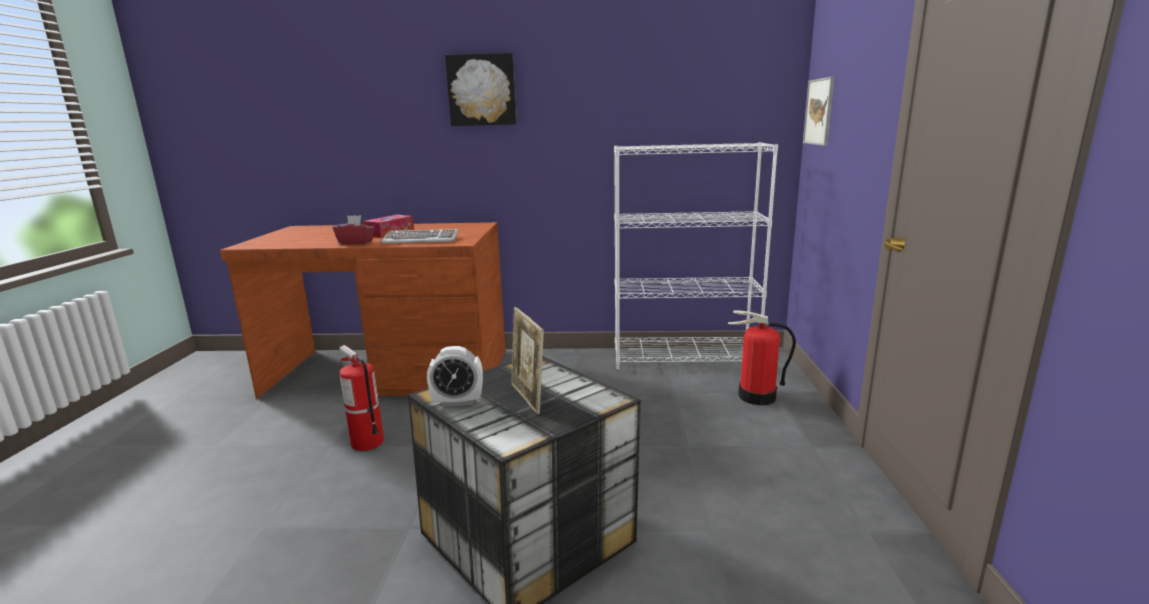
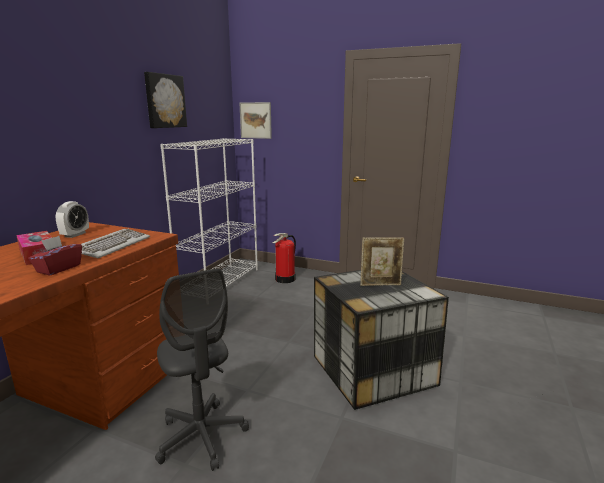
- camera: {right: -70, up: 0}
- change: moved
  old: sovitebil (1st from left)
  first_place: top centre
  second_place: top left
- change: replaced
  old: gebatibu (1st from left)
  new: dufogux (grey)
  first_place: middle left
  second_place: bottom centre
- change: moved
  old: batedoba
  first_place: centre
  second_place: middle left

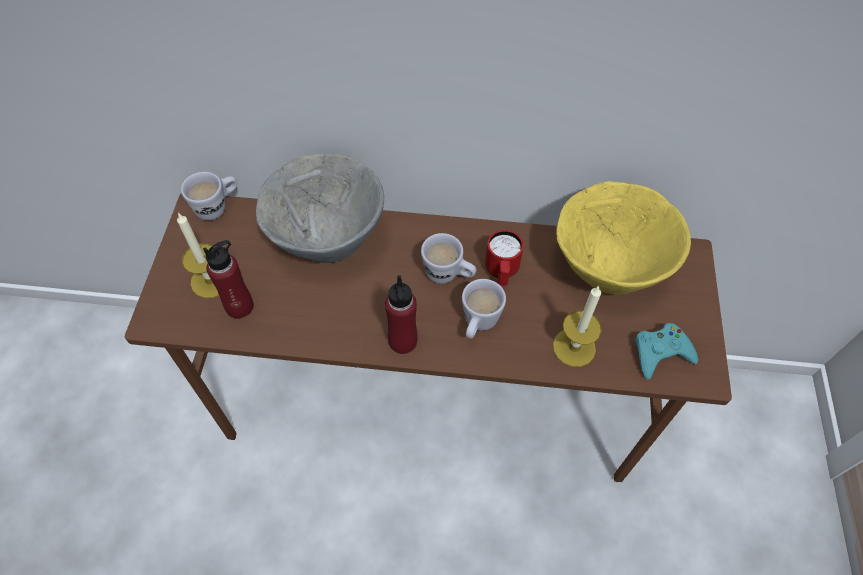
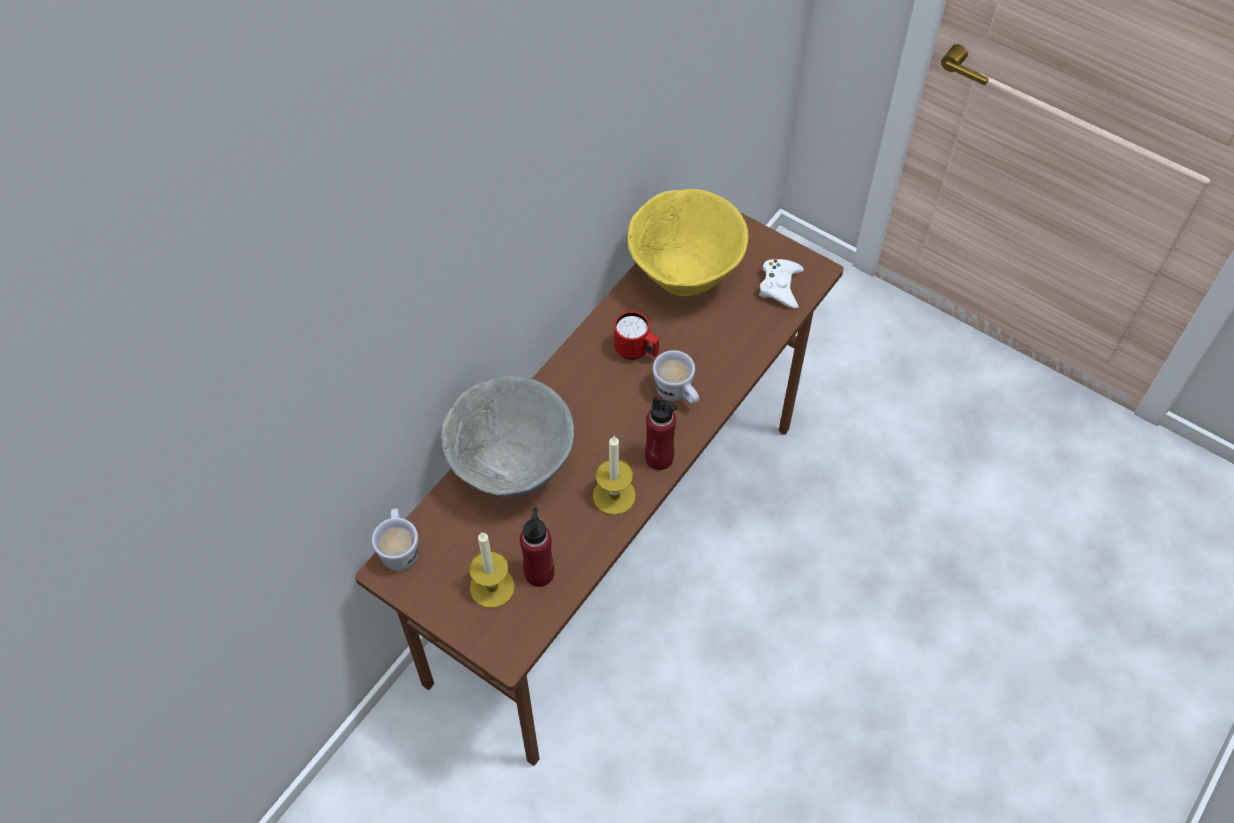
- camera: {right: -60, up: 0}
- change: removed
  old: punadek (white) (2nd from left)
  first_place: centre
- change: moved
  old: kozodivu (2nd from left)
  first_place: middle right
  second_place: centre
- change: recoloured
  old: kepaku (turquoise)
  new: kepaku (white)
  first_place: middle right
  second_place: centre

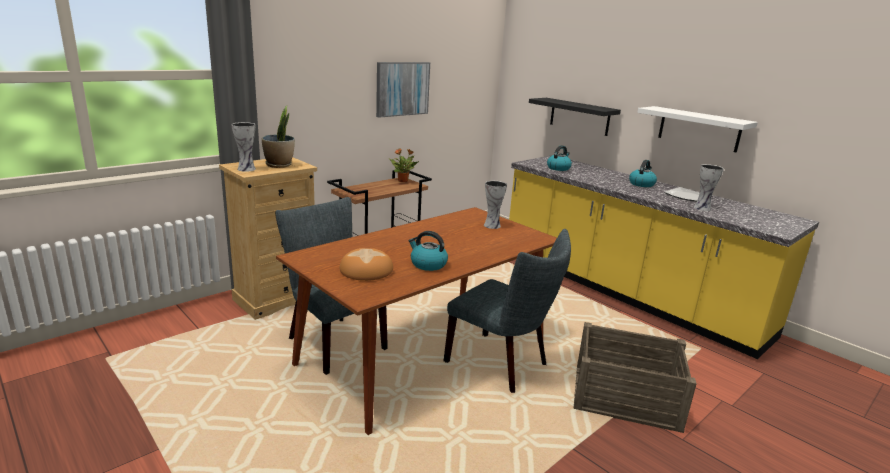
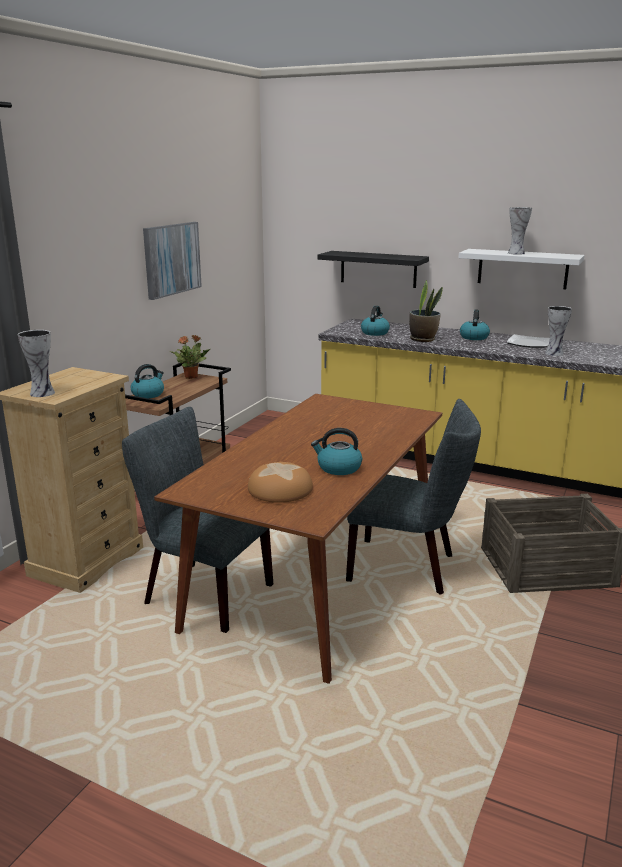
- camera: {right: -20, up: 0}
- change: moved
  old: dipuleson (1st from left in the first image)
  new: dipuleson (2nd from left)
  first_place: top left
  second_place: middle right
- change: moved
  old: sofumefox (2nd from left)
  first_place: centre
  second_place: top right
- change: added
  new: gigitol (1st from left)
  second_place: middle left

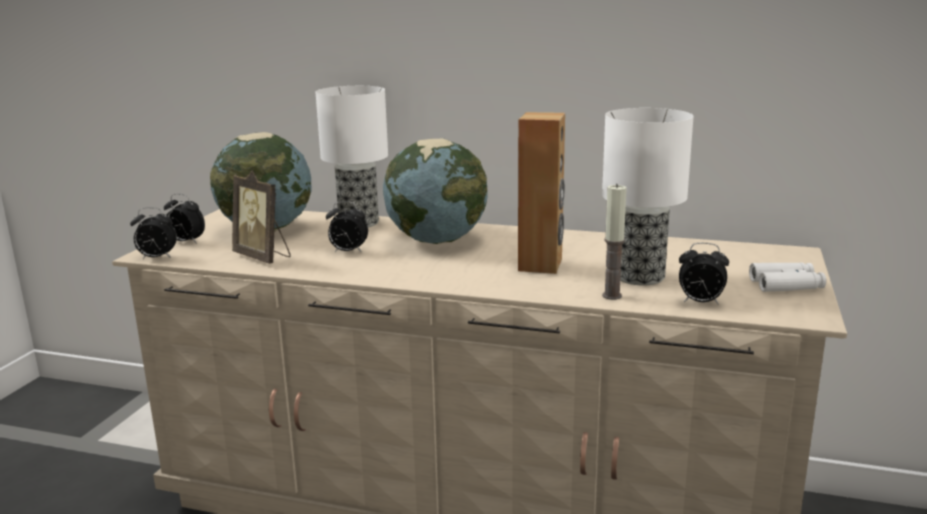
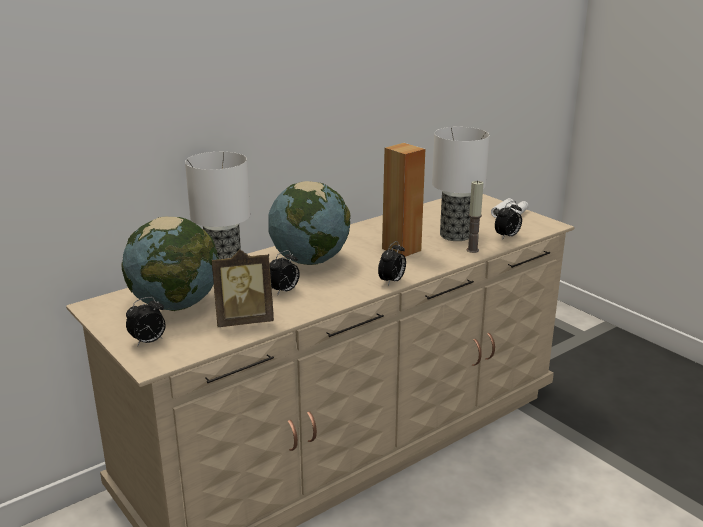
- camera: {right: -55, up: 5}
- change: moved
  old: batedoba (1st from left in the first image)
  new: batedoba (3rd from left)
  first_place: middle left
  second_place: centre

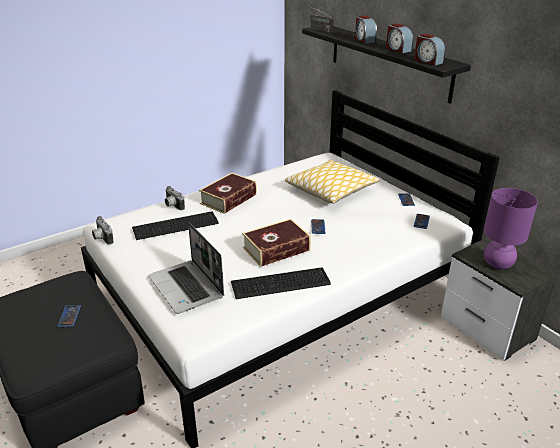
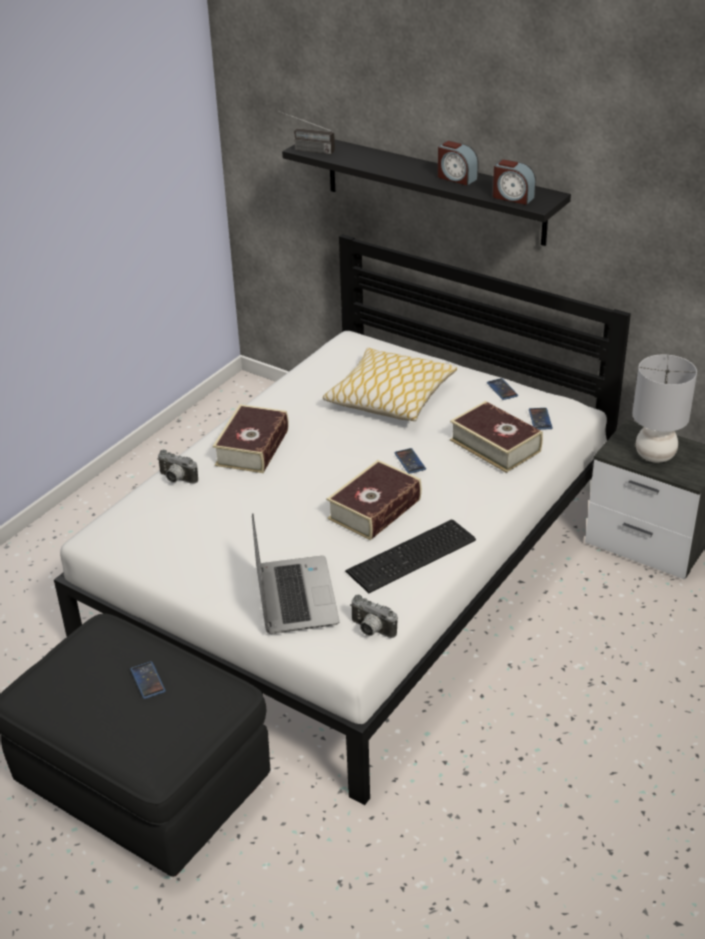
- camera: {right: -20, up: 5}
- change: removed
  old: batedoba (1st from left)
  first_place: top centre
- change: recoloured
  old: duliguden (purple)
  new: duliguden (grey)
  first_place: middle right
  second_place: middle right
- change: removed
  old: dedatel (1st from left)
  first_place: middle left
- change: moved
  old: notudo (1st from left in the first image)
  new: notudo (2nd from left)
  first_place: middle left
  second_place: centre
- change: turned
  old: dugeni
  first_place: middle left
  second_place: centre
  degrees: -135
- change: added
  new: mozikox (3rd from left)
  second_place: middle right

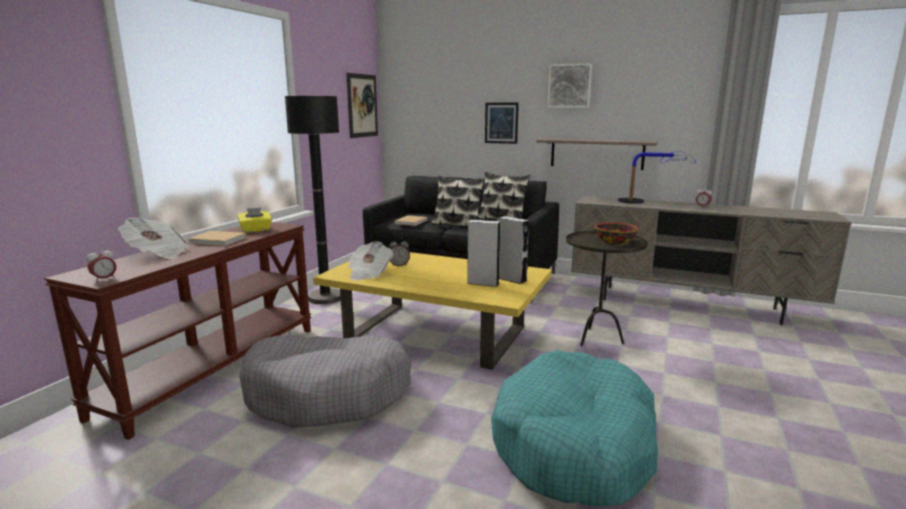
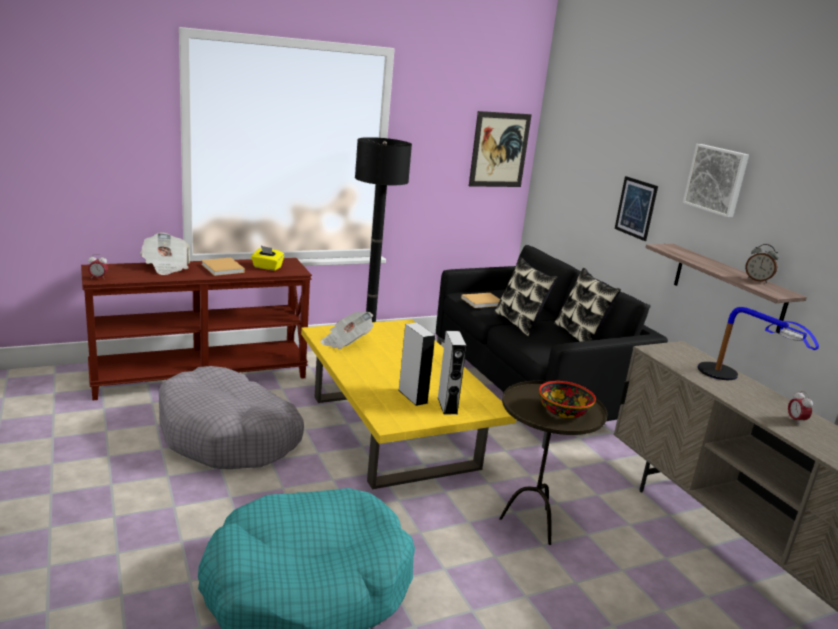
- camera: {right: 40, up: 5}
- change: moved
  old: batedoba (2nd from left)
  first_place: centre
  second_place: middle right

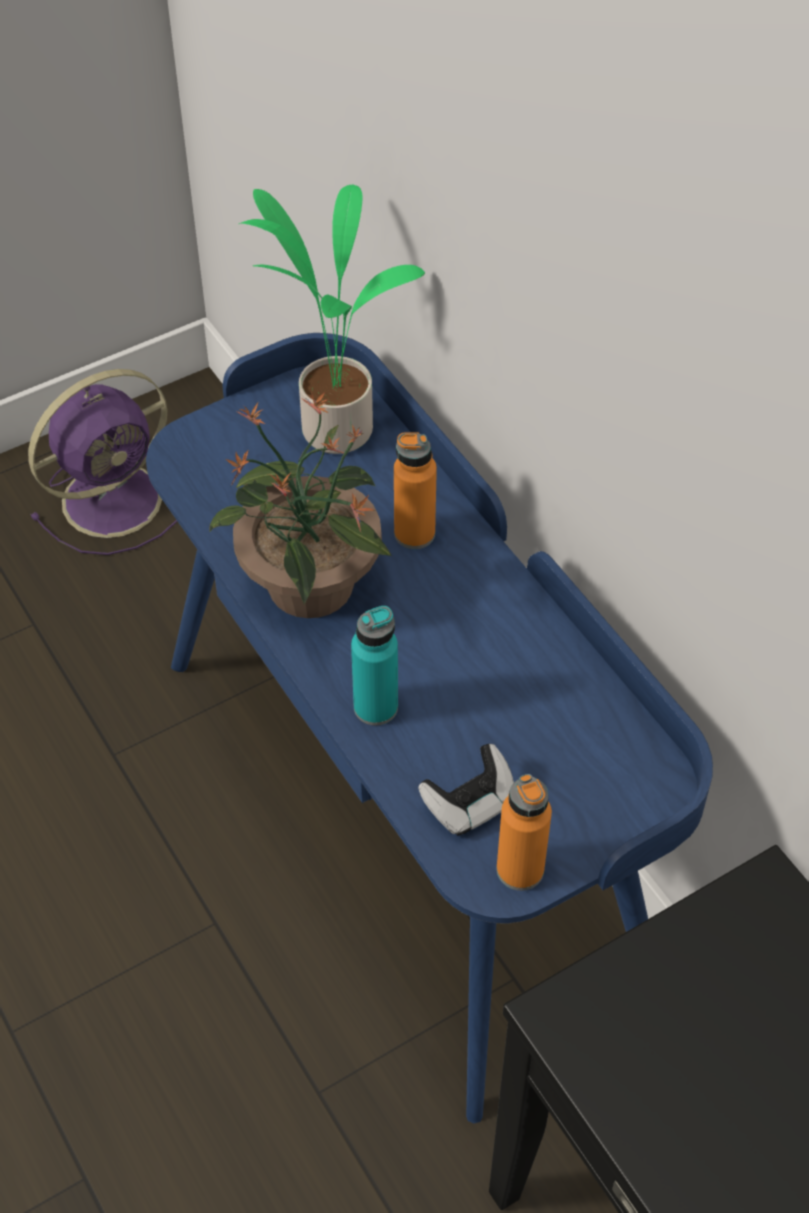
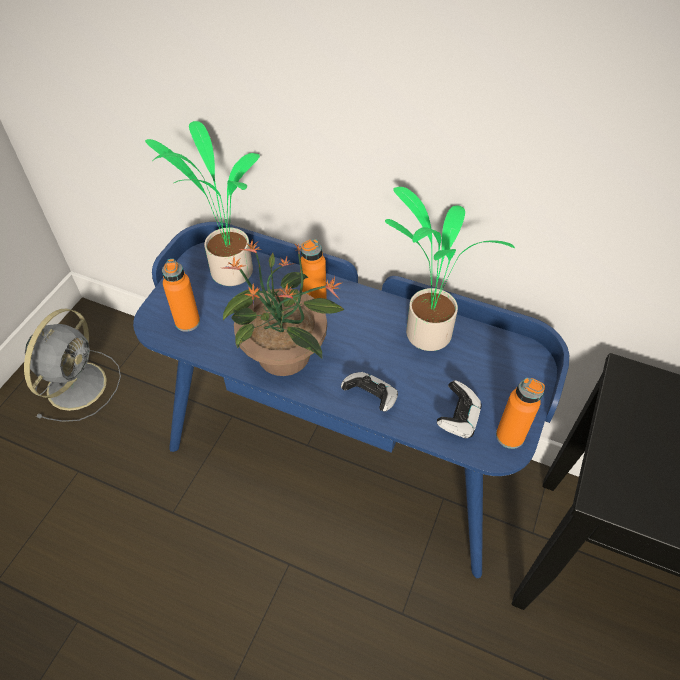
- camera: {right: -35, up: 0}
- change: recoloured
  old: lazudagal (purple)
  new: lazudagal (grey)
  first_place: middle left
  second_place: middle left
- change: replaced
  old: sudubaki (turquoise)
  new: kepaku (1st from left)
  first_place: centre
  second_place: centre
- change: added
  new: dipuleson (3rd from left)
  second_place: centre
- change: added
  new: sudubaki (orange) (1st from left)
  second_place: middle left

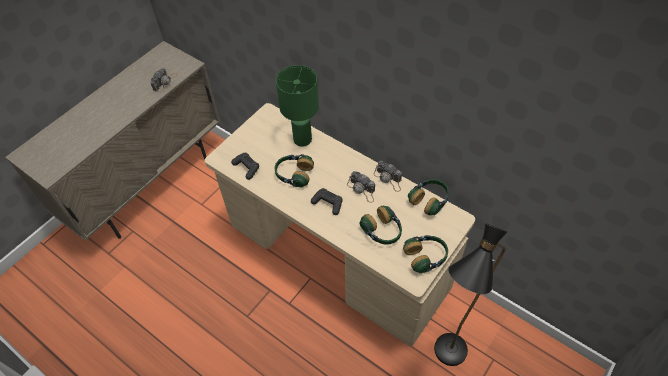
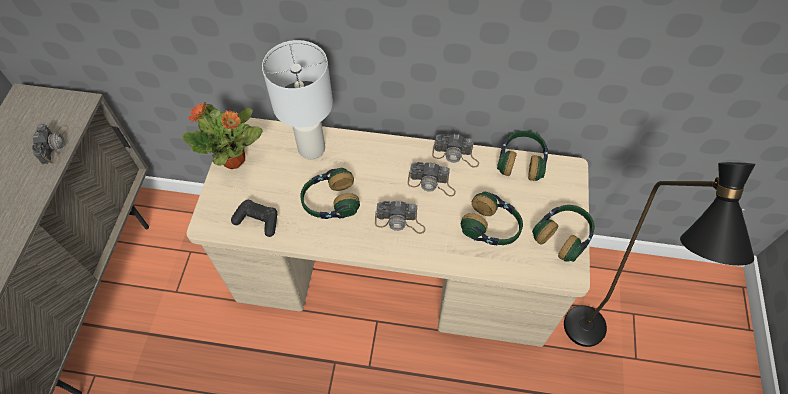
- camera: {right: -30, up: 5}
- change: recoloured
  old: duliguden (green)
  new: duliguden (white)
  first_place: top centre
  second_place: top centre
- change: replaced
  old: kepaku (black) (2nd from left)
  new: notudo (2nd from left)
  first_place: centre
  second_place: centre
- change: added
  new: dipuleson
  second_place: middle left

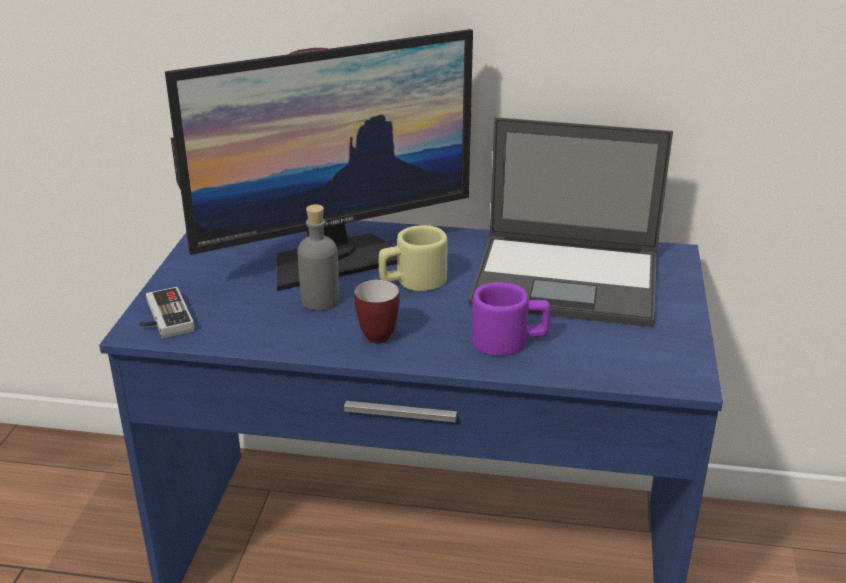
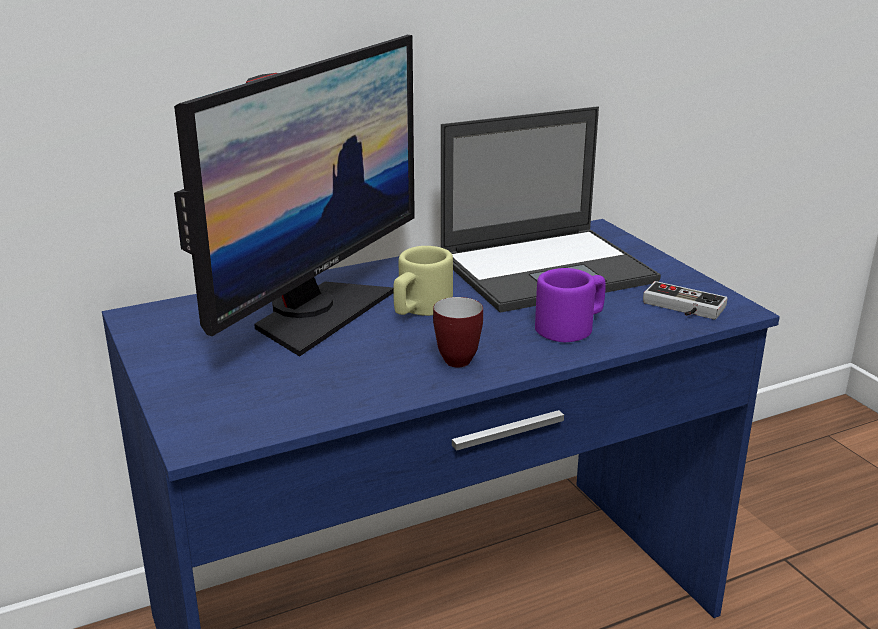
- camera: {right: -35, up: -5}
- change: removed
  old: sudubaki (grey)
  first_place: centre
- change: moved
  old: kepaku
  first_place: middle left
  second_place: middle right

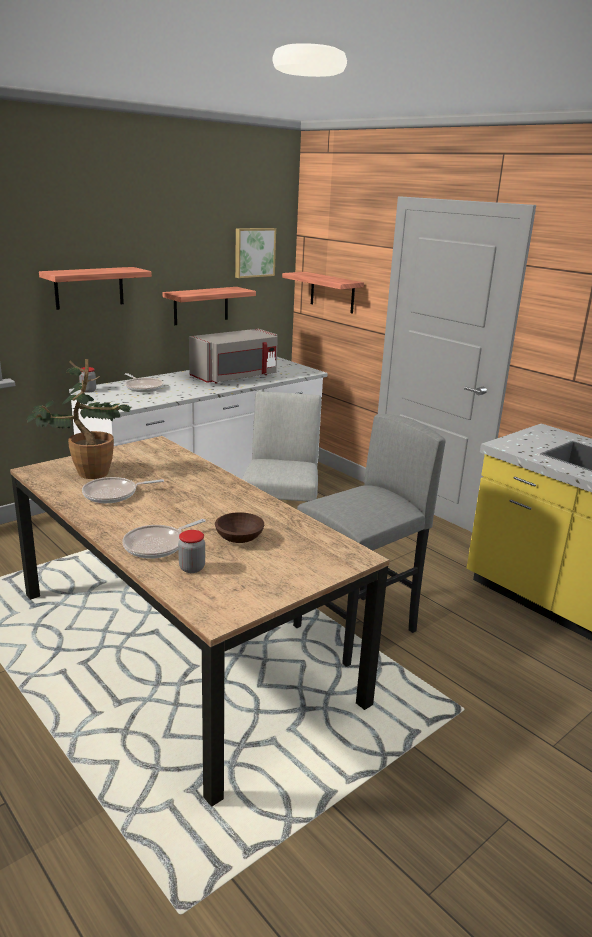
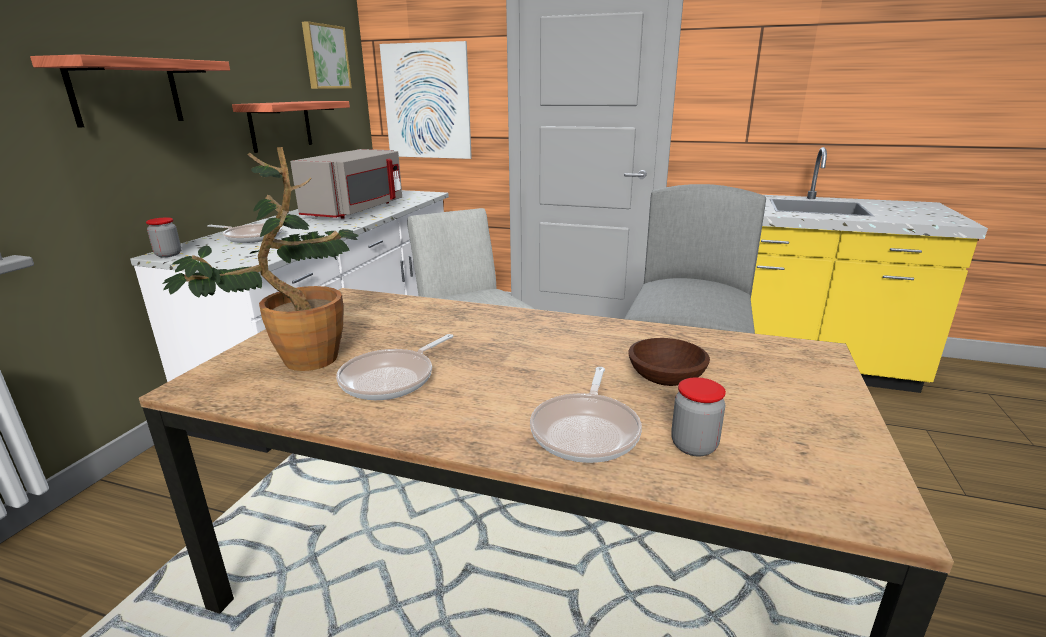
- camera: {right: -30, up: 0}
- change: replaced
  old: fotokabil (3rd from left)
  new: sovitebil (2nd from left)
  first_place: top centre
  second_place: top centre

